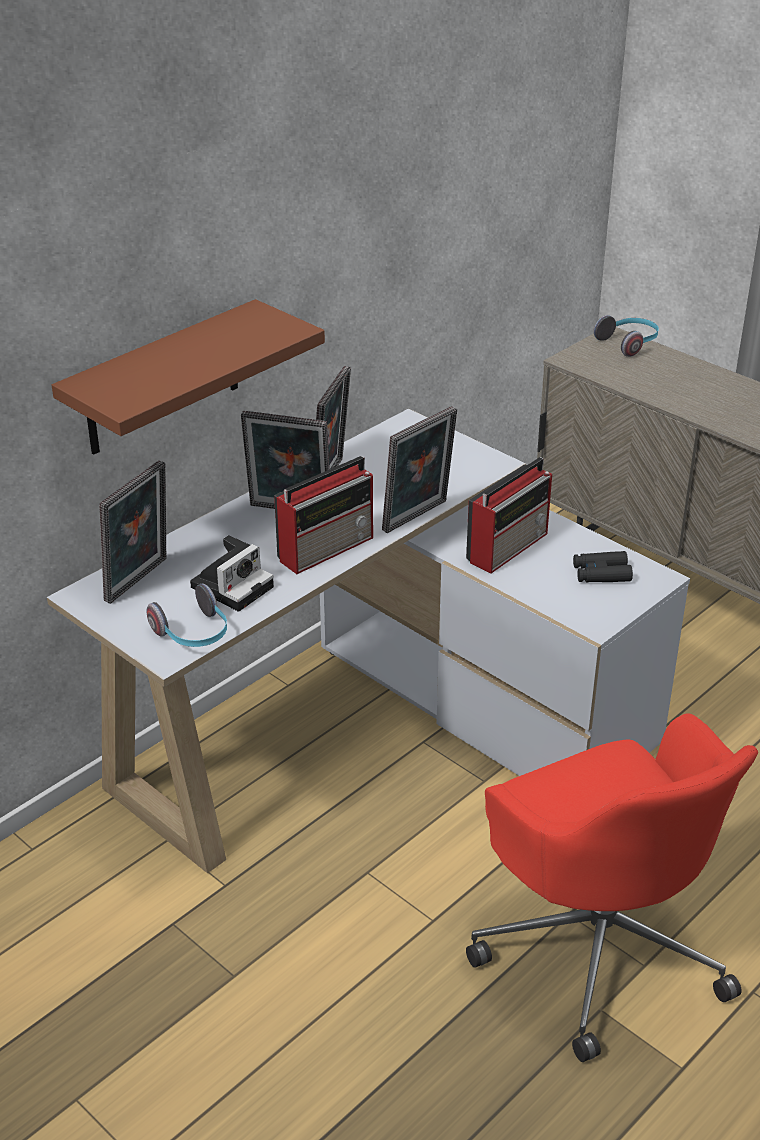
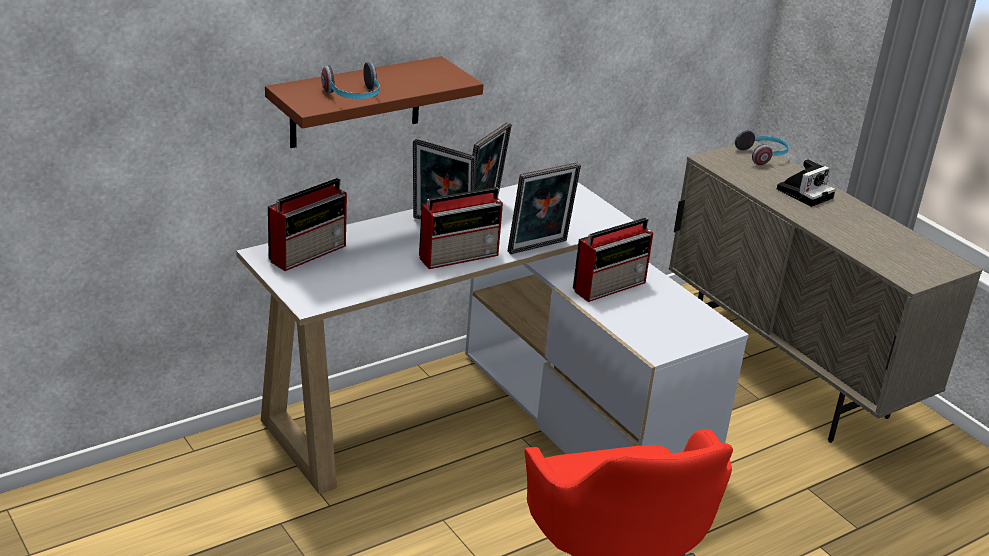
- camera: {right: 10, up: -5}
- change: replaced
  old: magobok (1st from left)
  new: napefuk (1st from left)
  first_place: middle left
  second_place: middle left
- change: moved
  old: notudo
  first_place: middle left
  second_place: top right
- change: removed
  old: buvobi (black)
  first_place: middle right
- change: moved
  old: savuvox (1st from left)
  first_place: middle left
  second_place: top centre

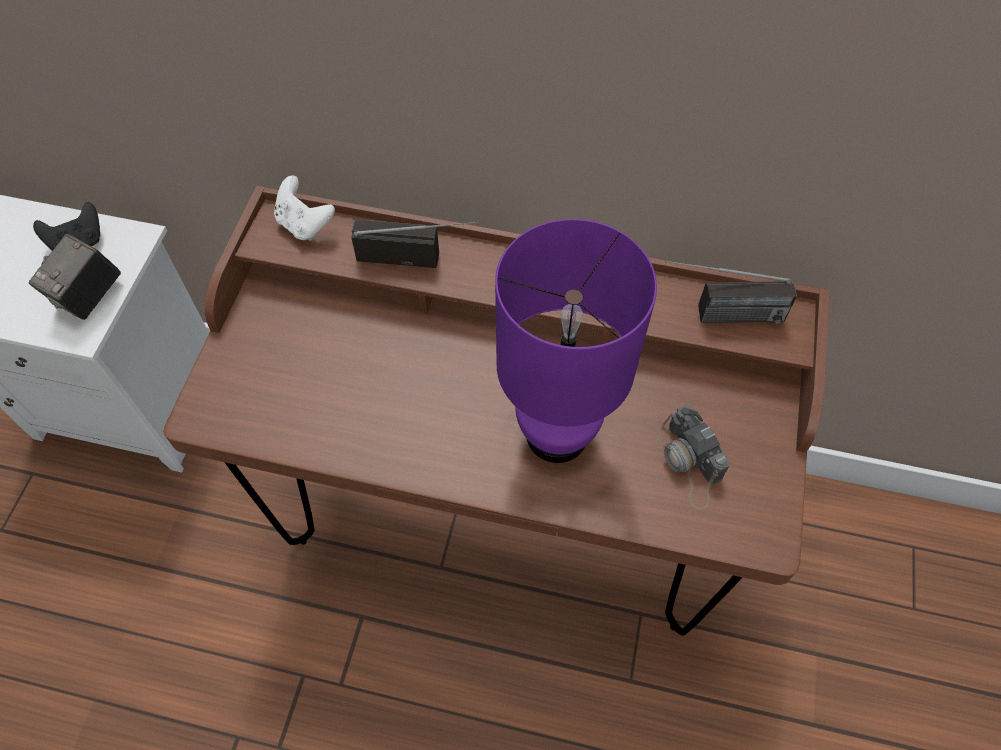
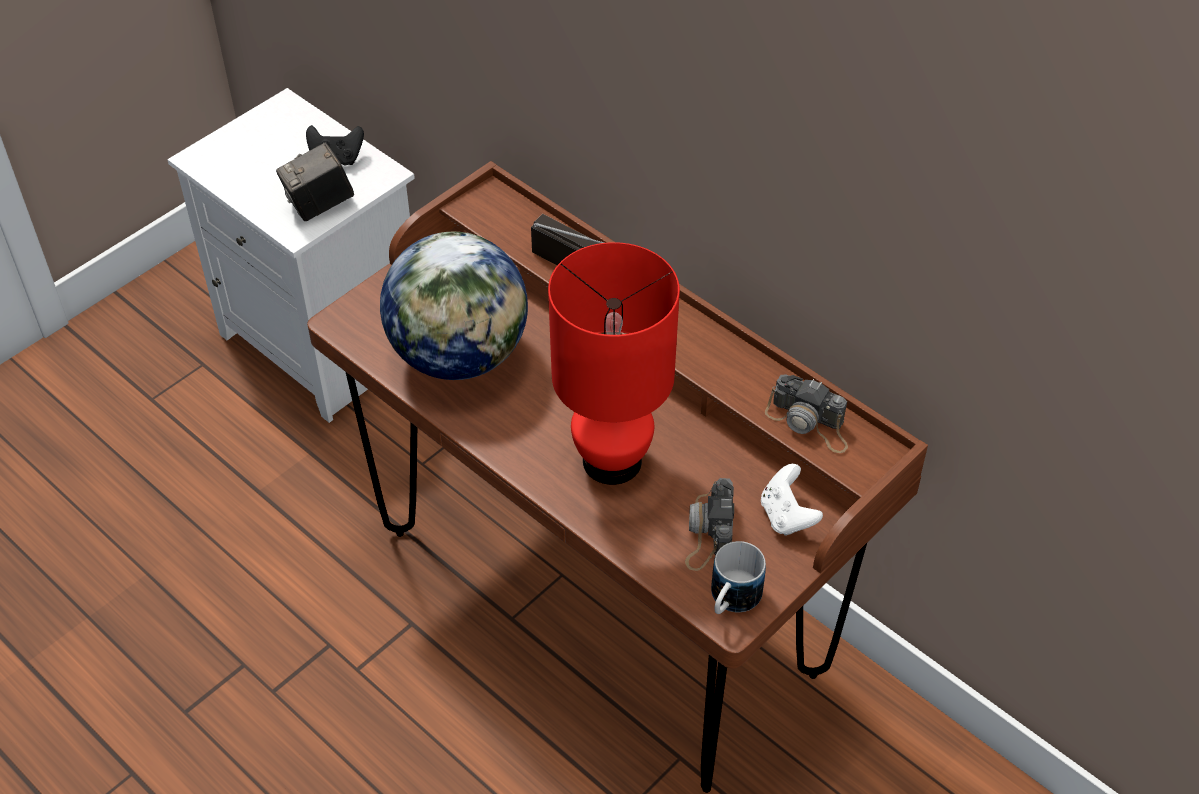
- camera: {right: 30, up: -10}
- change: moved
  old: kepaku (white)
  first_place: top left
  second_place: centre
- change: recoloured
  old: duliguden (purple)
  new: duliguden (red)
  first_place: centre
  second_place: centre
- change: replaced
  old: napefuk (2nd from left)
  new: notudo (3rd from left)
  first_place: middle right
  second_place: middle right
- change: added
  new: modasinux
  second_place: centre
- change: added
  new: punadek
  second_place: bottom centre

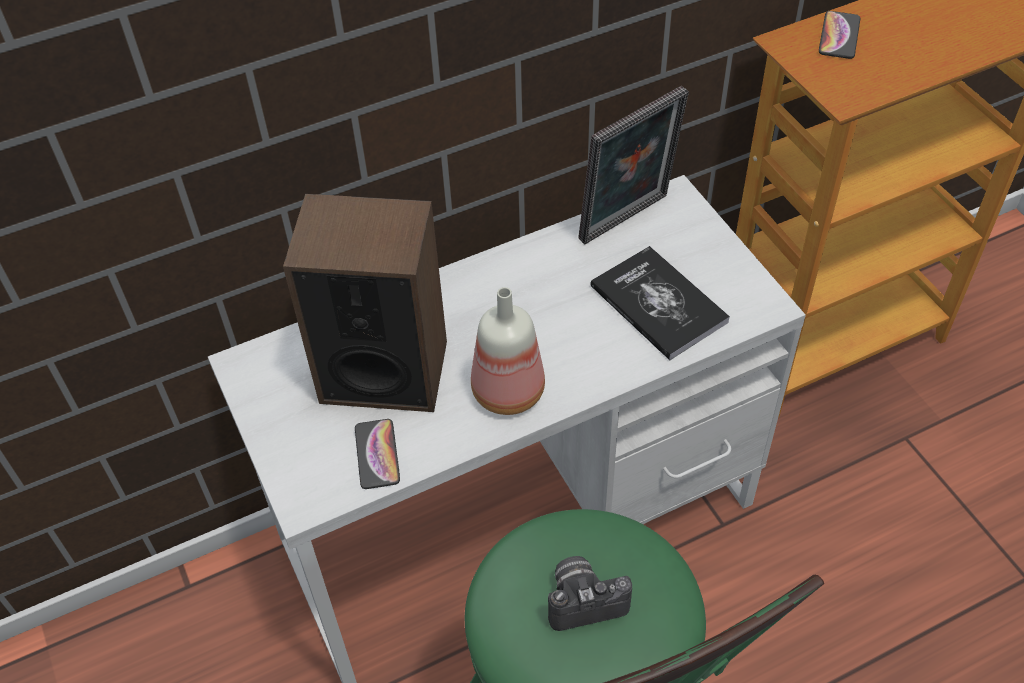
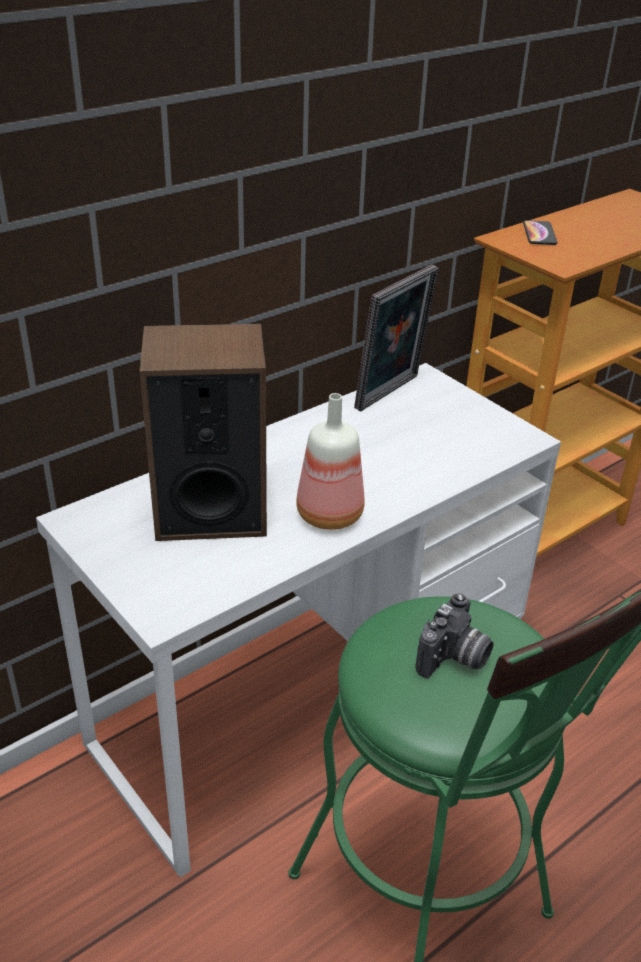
- camera: {right: -15, up: -15}
- change: removed
  old: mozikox
  first_place: centre
- change: removed
  old: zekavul (1st from left)
  first_place: centre
- change: turned
  old: notudo
  first_place: bottom centre
  second_place: middle right
  degrees: 150

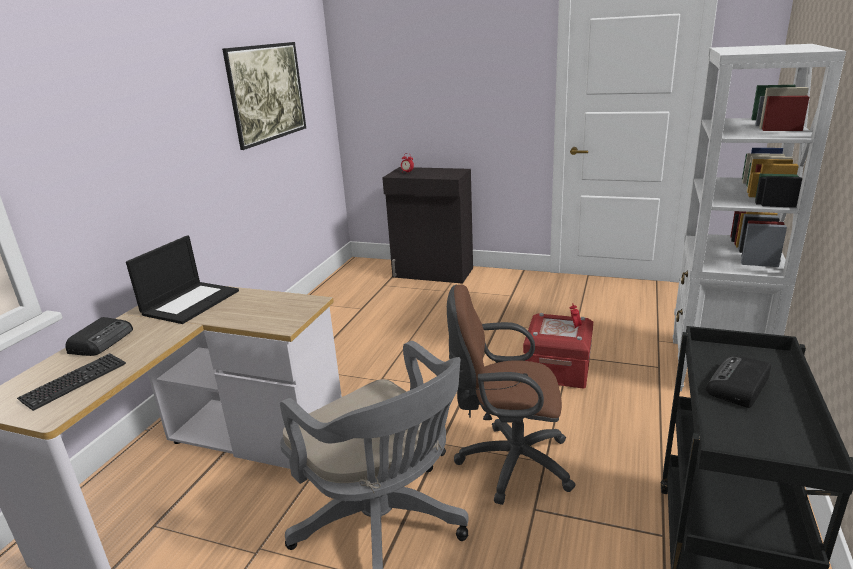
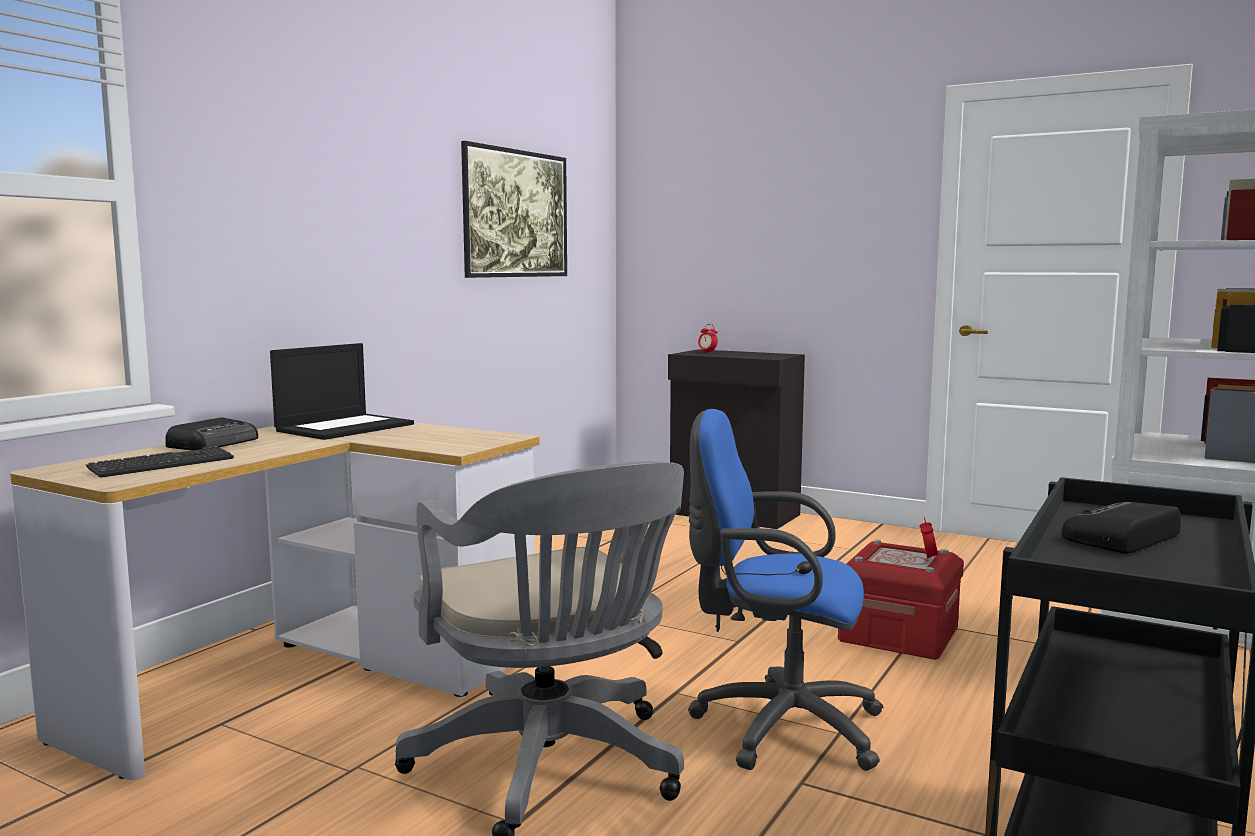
- camera: {right: 10, up: -15}
- change: recoloured
  old: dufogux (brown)
  new: dufogux (blue)
  first_place: bottom centre
  second_place: bottom centre

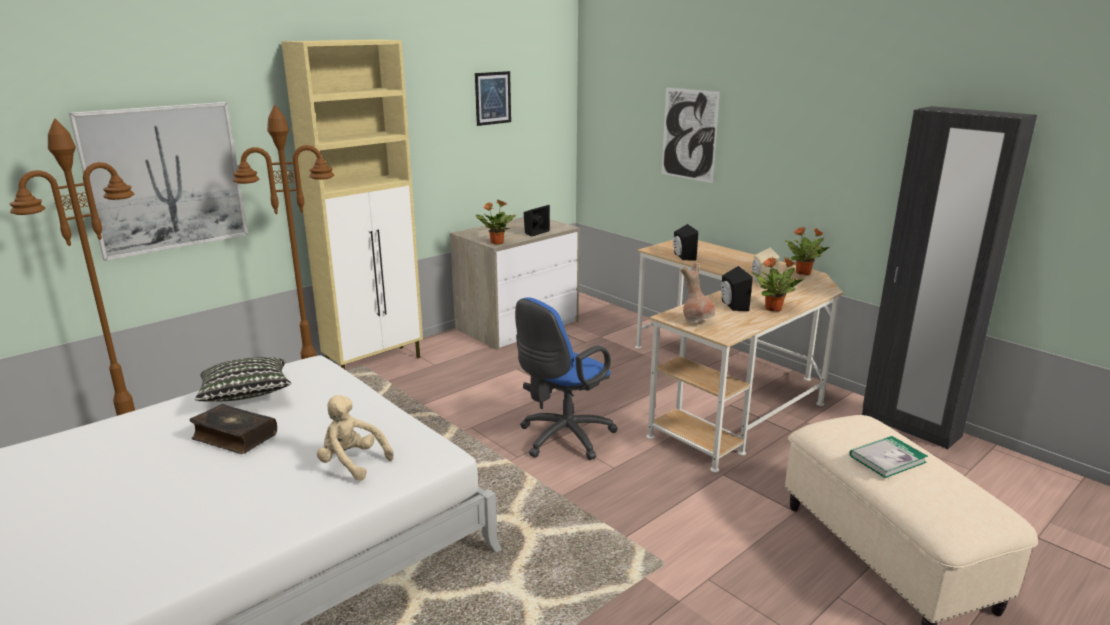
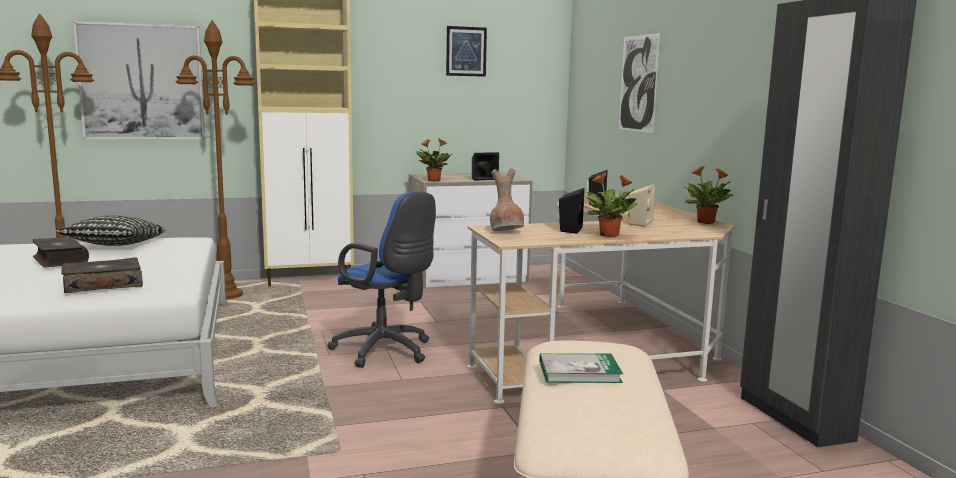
- camera: {right: 25, up: -10}
- change: turned
  old: dufogux (blue)
  first_place: centre
  second_place: centre
  degrees: -120
- change: replaced
  old: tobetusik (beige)
  new: mozikox (2nd from left)
  first_place: bottom left
  second_place: middle left

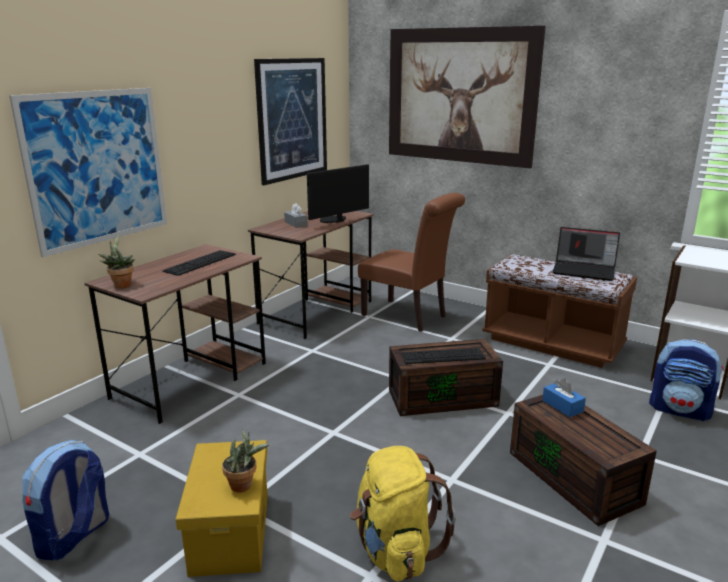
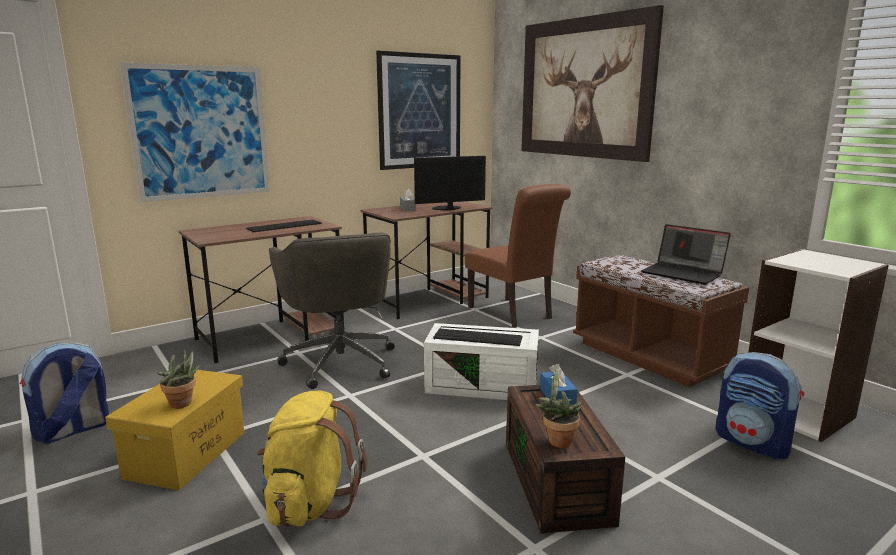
- camera: {right: 20, up: -5}
- change: moved
  old: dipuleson (1st from left in the first image)
  new: dipuleson (2nd from left)
  first_place: middle left
  second_place: bottom centre
- change: recoloured
  old: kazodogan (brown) (1st from left)
  new: kazodogan (white)
  first_place: centre
  second_place: centre
- change: added
  new: dufogux (grey)
  second_place: centre

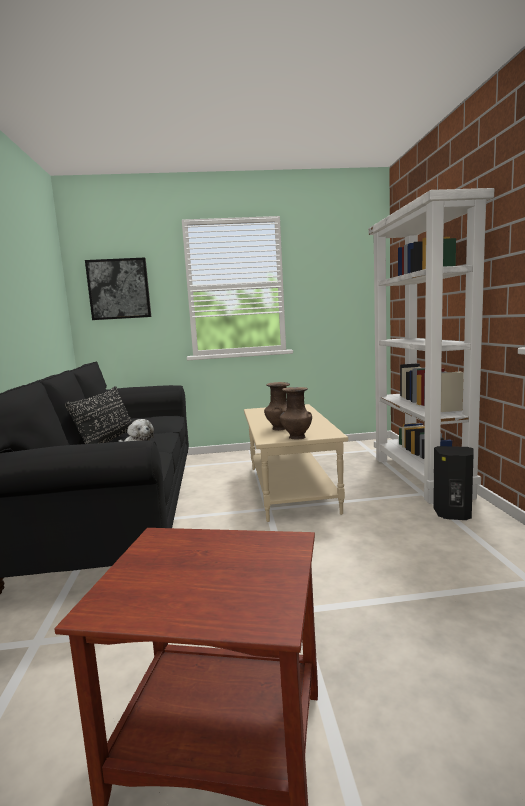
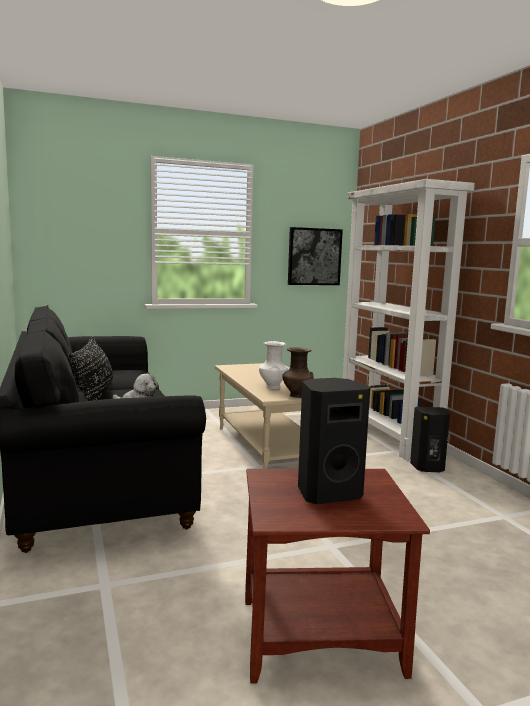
- camera: {right: -15, up: 0}
- change: moved
  old: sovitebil
  first_place: middle left
  second_place: centre
- change: recoloured
  old: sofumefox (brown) (1st from left)
  new: sofumefox (white)
  first_place: centre
  second_place: centre
- change: added
  new: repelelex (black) (1st from left)
  second_place: centre

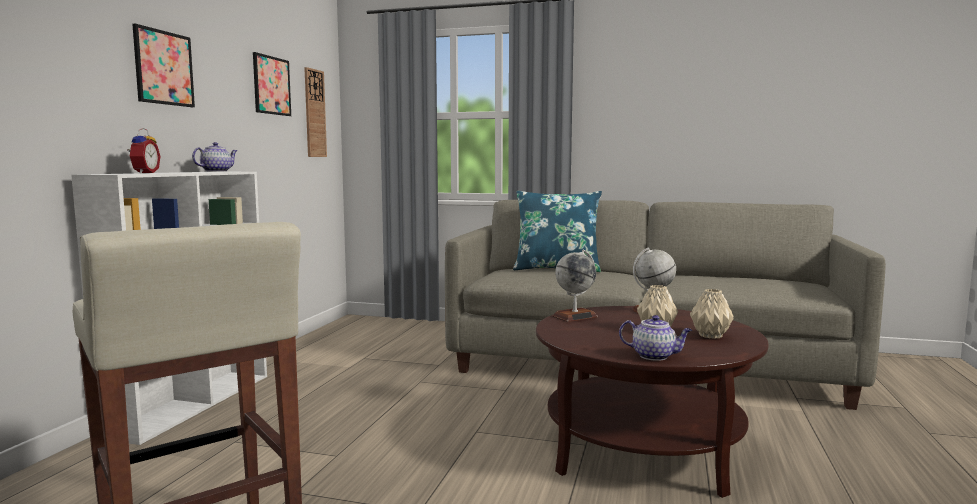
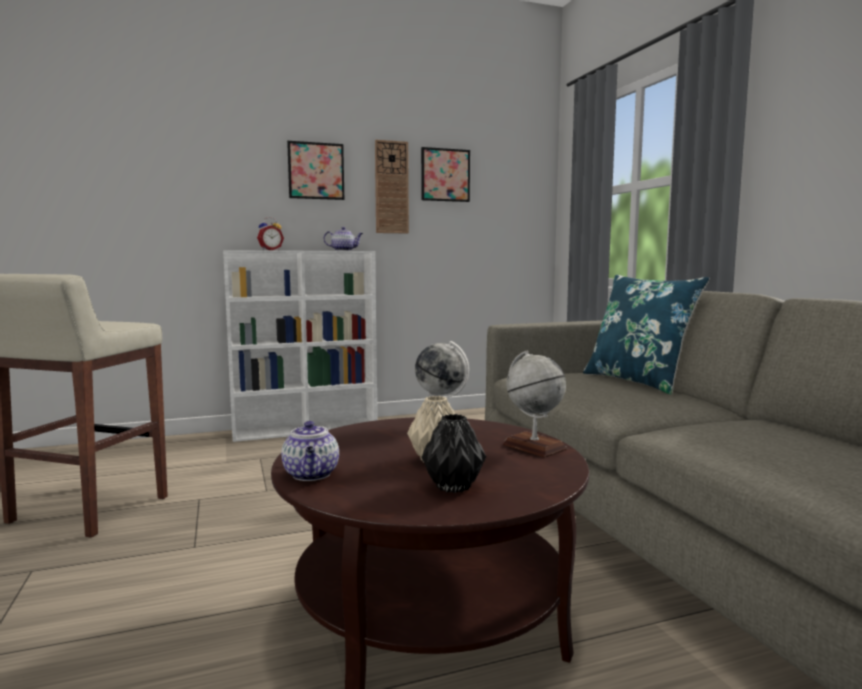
- camera: {right: 55, up: 0}
- change: moved
  old: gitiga
  first_place: top left
  second_place: top centre
- change: recoloured
  old: sofumefox (beige) (2nd from left)
  new: sofumefox (black)
  first_place: middle right
  second_place: centre

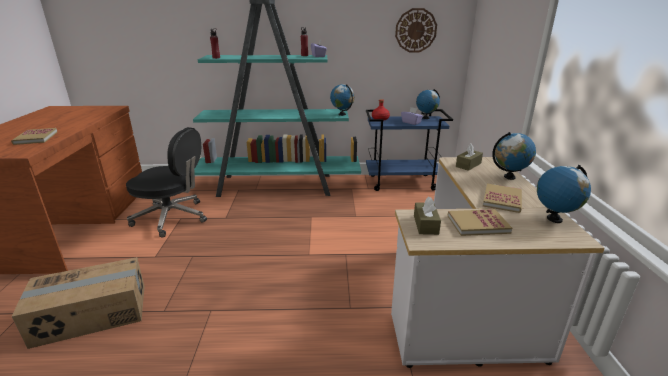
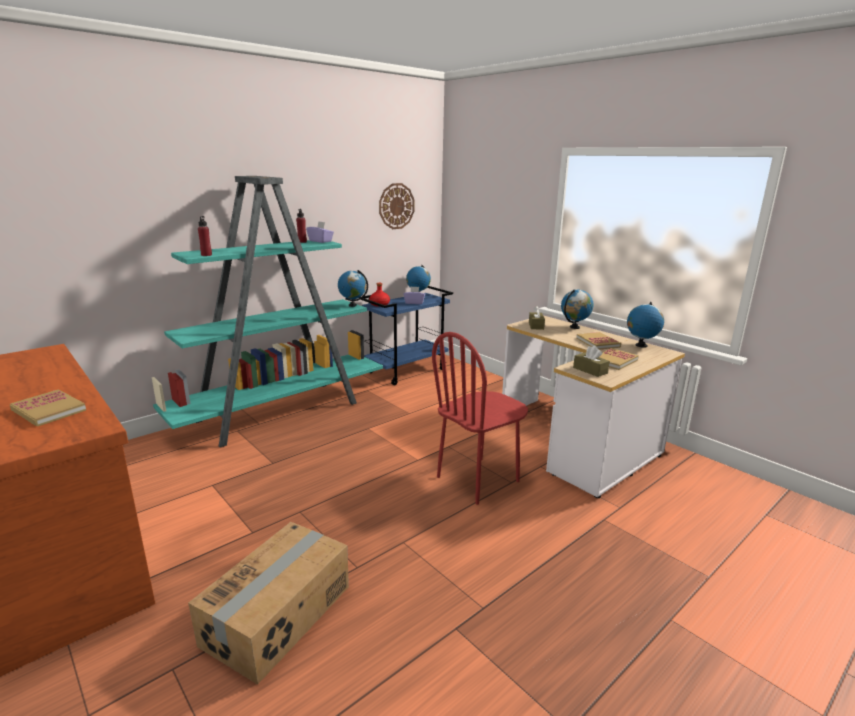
- camera: {right: -40, up: -5}
- change: removed
  old: dufogux (black)
  first_place: middle left
- change: added
  new: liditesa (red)
  second_place: centre

